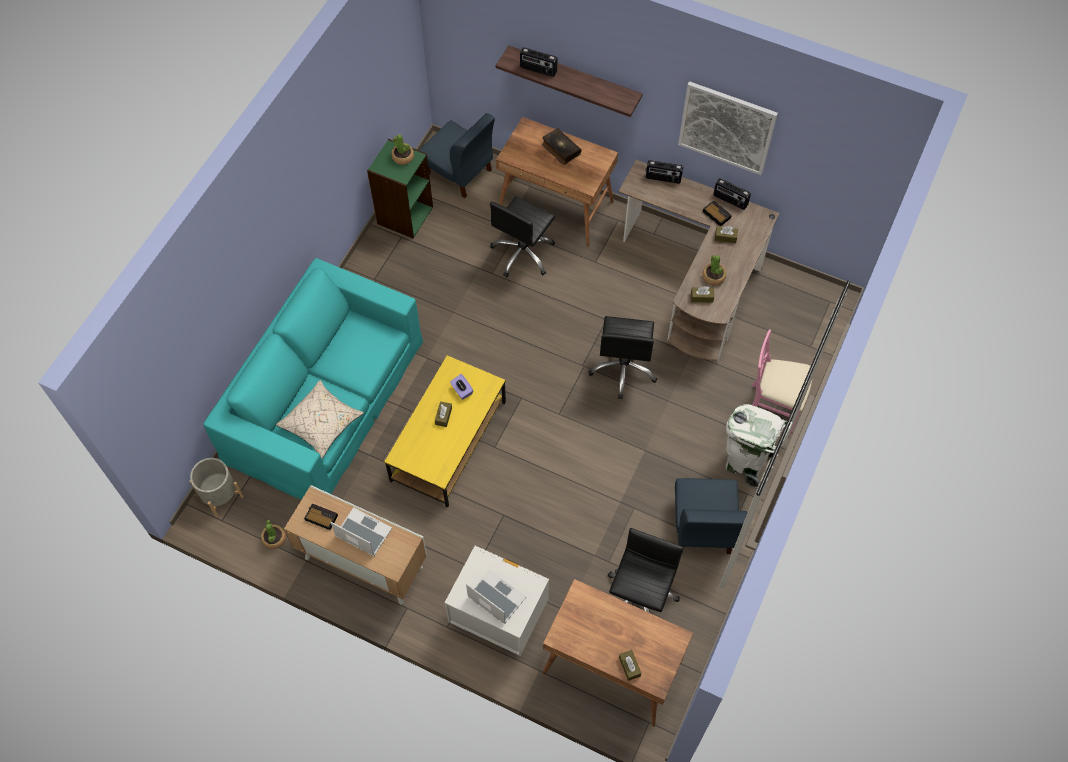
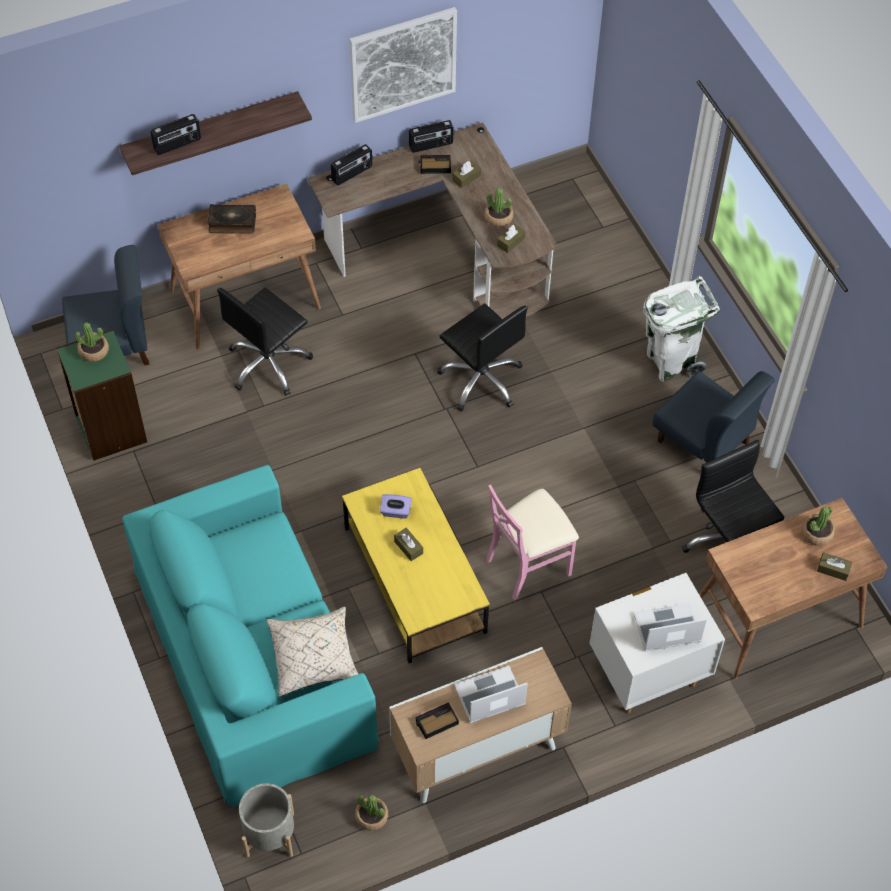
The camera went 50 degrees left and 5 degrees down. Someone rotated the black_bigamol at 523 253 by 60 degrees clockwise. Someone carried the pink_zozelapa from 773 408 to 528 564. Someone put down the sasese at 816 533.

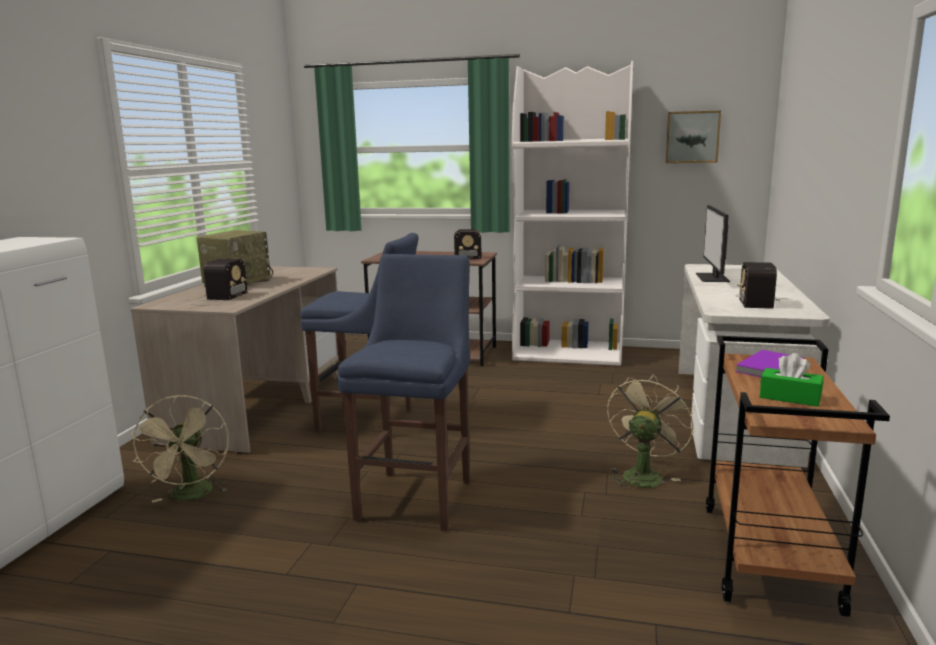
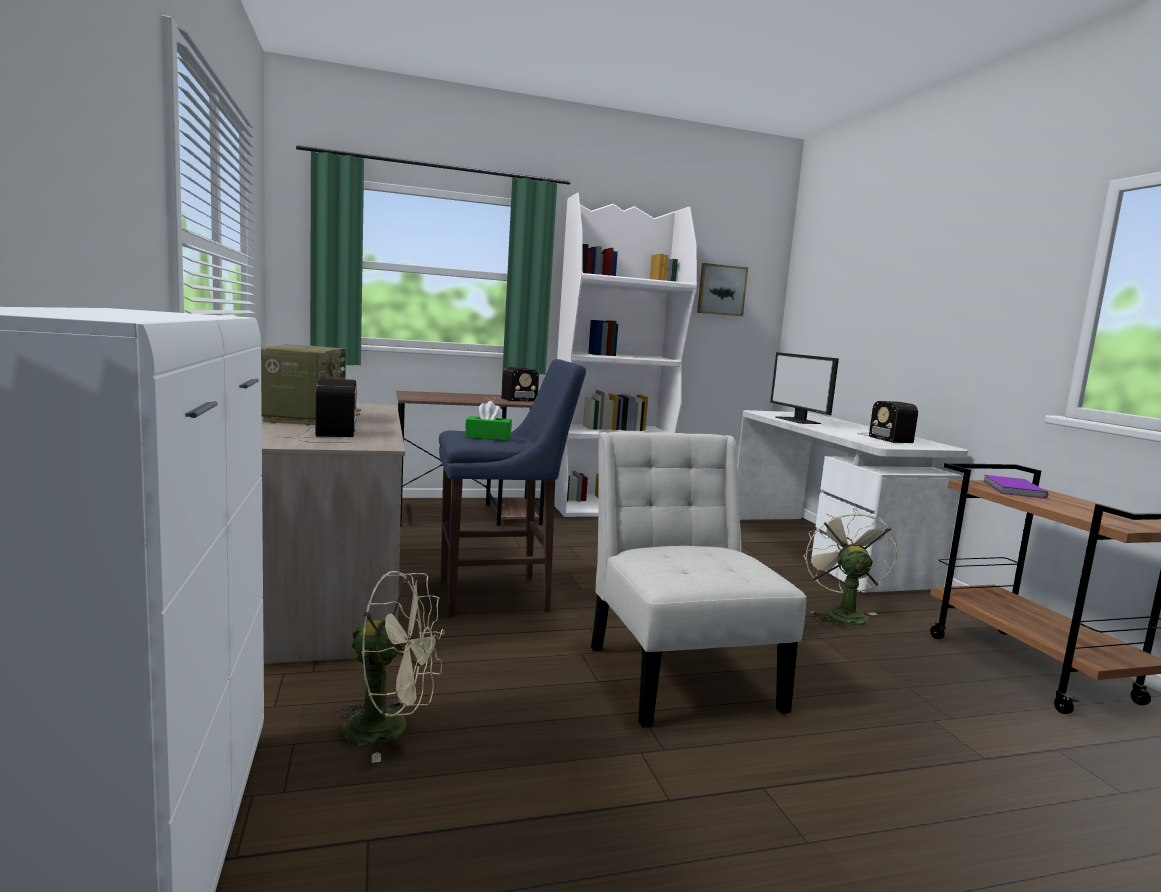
The camera went 30 degrees left and 5 degrees down. Someone rotated the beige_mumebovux at 192 496 by 45 degrees counterclockwise. Someone swapped the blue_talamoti at 418 496 for the white_zozelapa at 679 672. Someone carried the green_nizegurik from 790 397 to 488 437.

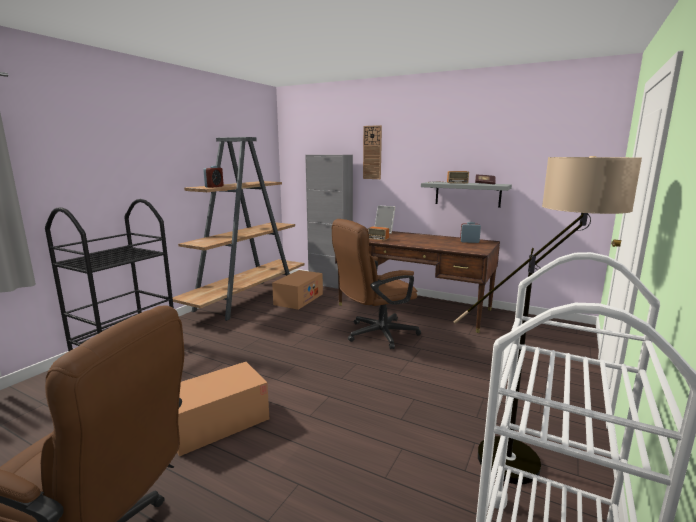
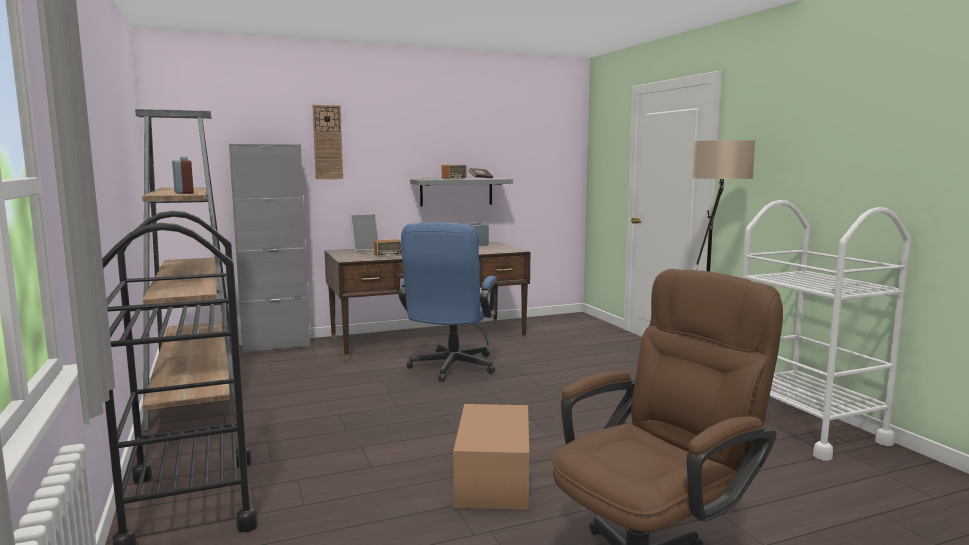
The camera went 50 degrees left and 5 degrees down. Someone took away the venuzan at 298 299. Someone repainted the brown_bigamol at 375 334, which became the blue_bigamol at 450 369.

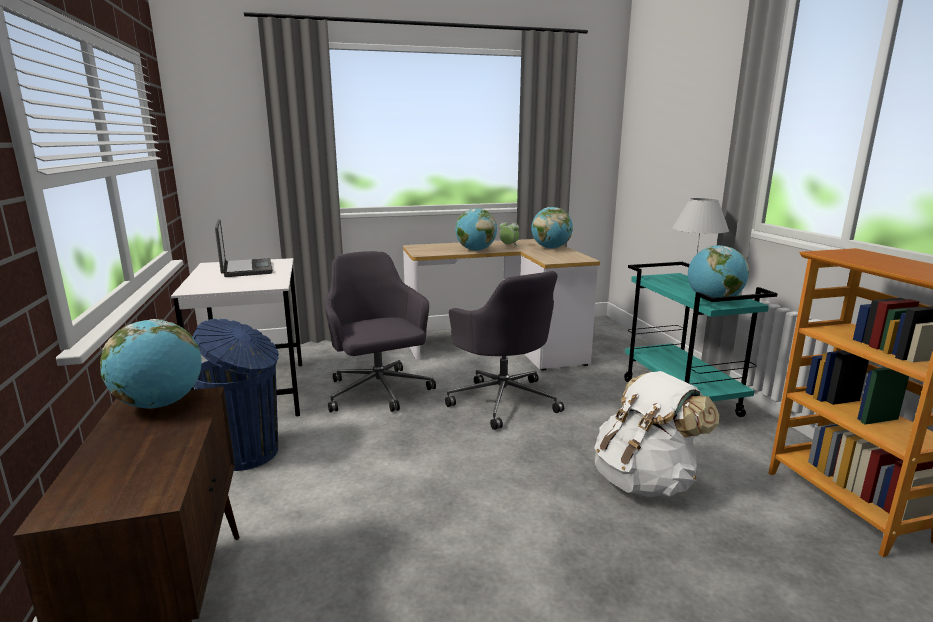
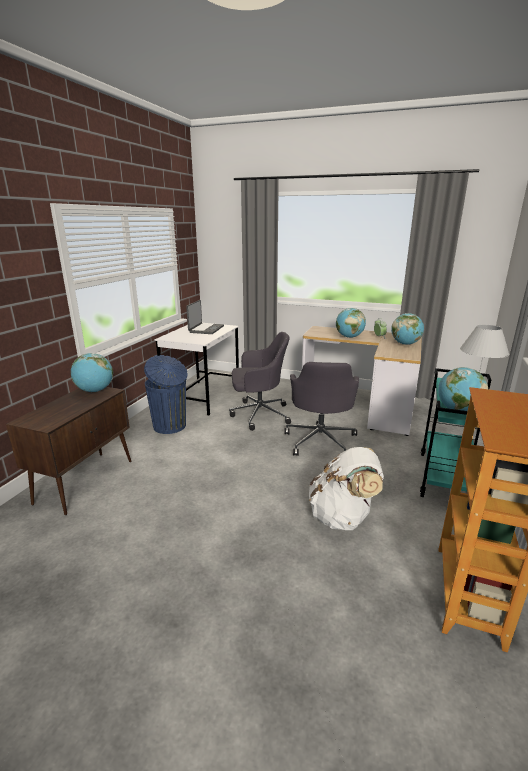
The camera went 35 degrees right and 5 degrees up. Someone rotated the grey_bigamol at 379 392 by 75 degrees clockwise.

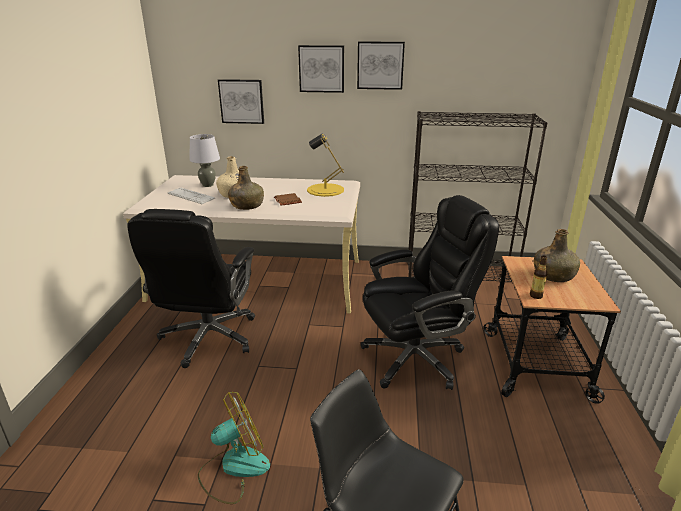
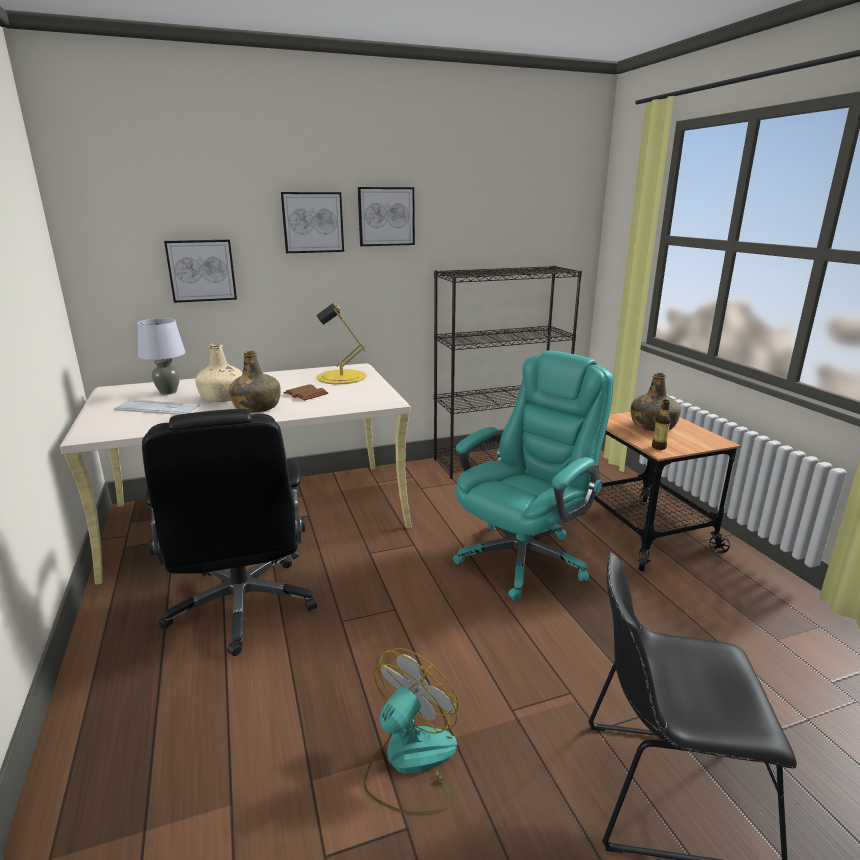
The camera went 25 degrees left and 5 degrees down. Someone repainted the black_bigamol at 416 358, which became the turquoise_bigamol at 524 558.

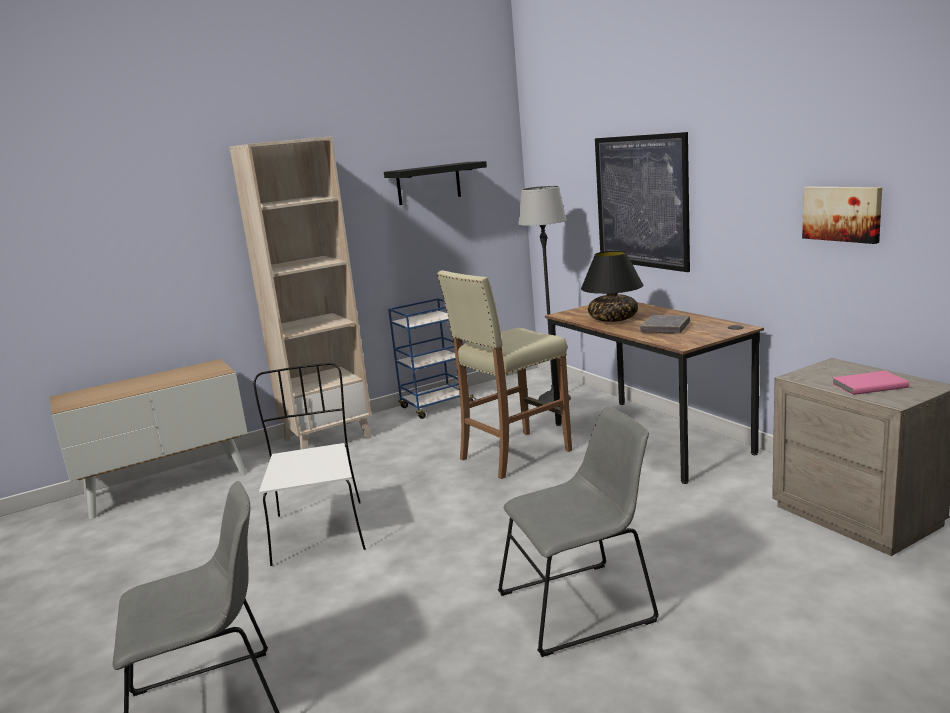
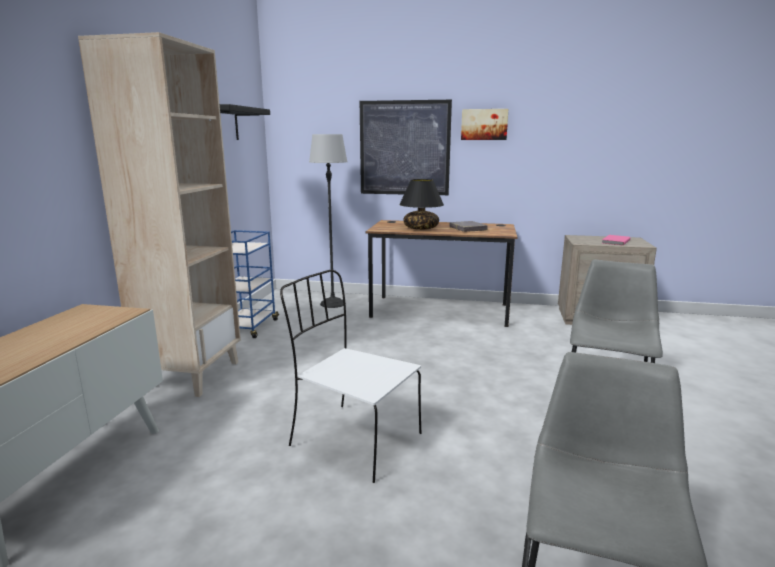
The camera went 50 degrees left and 0 degrees up. Someone took away the beige_talamoti at 514 455. Someone carried the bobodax from 842 213 to 484 124.

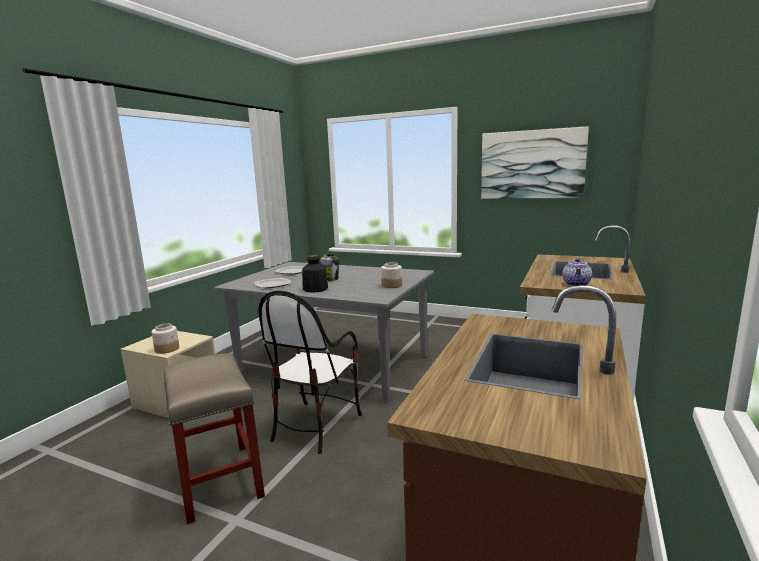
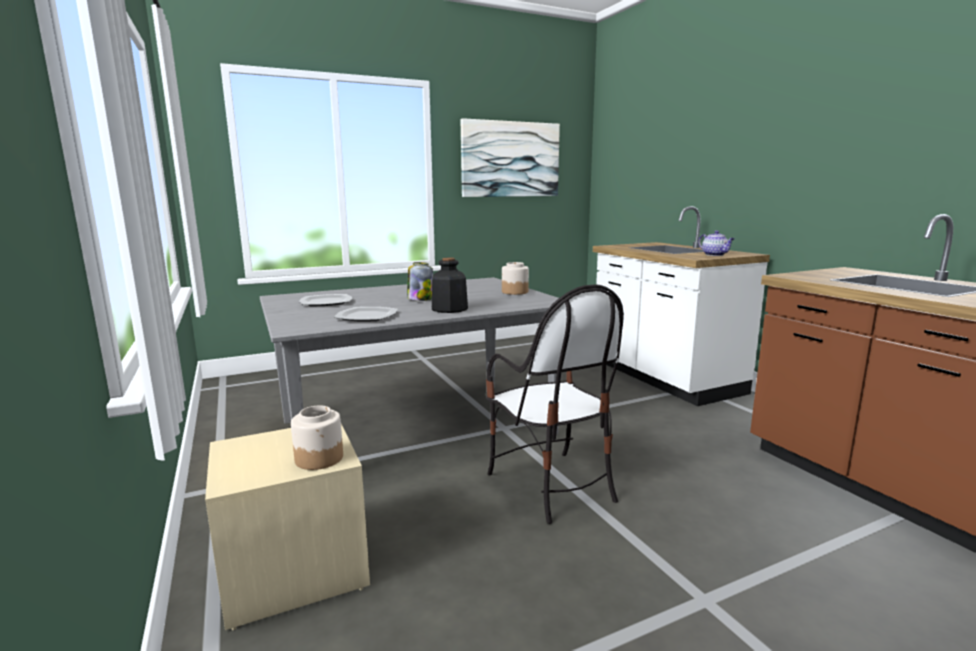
The camera went 50 degrees left and 0 degrees up. Someone took away the beige_talamoti at 219 480.

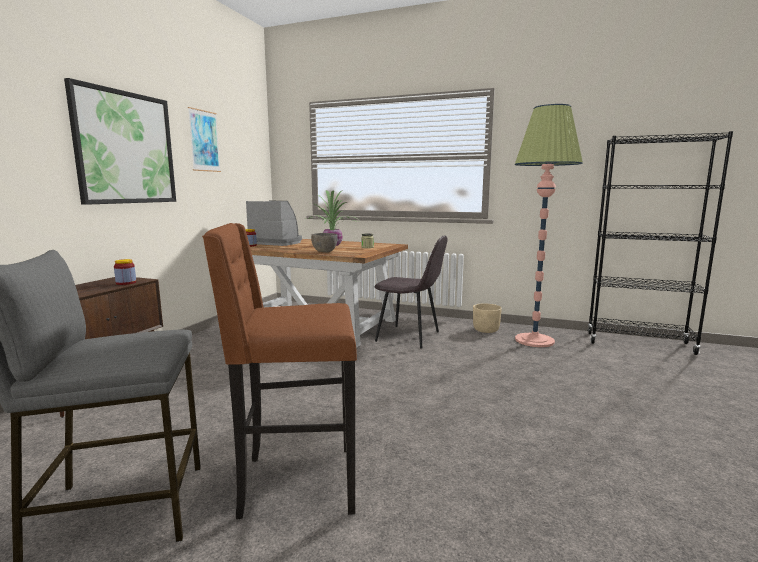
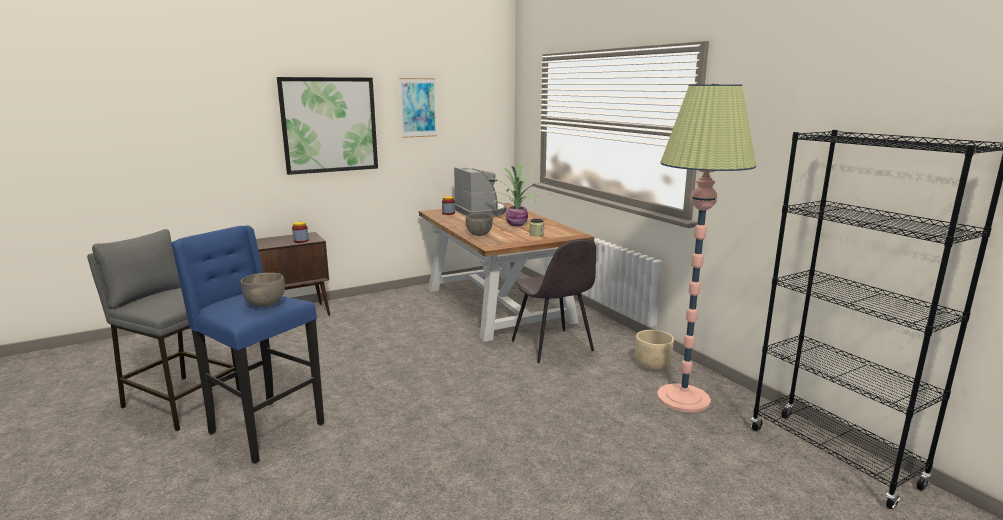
The camera went 40 degrees right and 5 degrees up. Someone repainted the brown_talamoti at 296 483, which became the blue_talamoti at 263 429. Someone put down the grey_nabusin at 265 305.

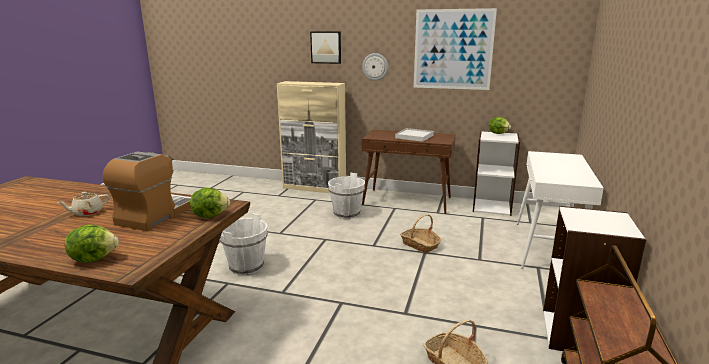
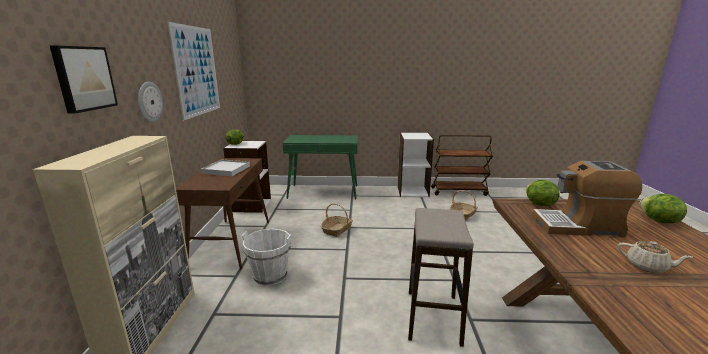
The camera went 105 degrees left and 0 degrees up. Someone swapped the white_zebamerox at 246 266 for the talamoti at 432 317. Someone repainted the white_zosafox at 548 247, which became the green_zosafox at 324 192.

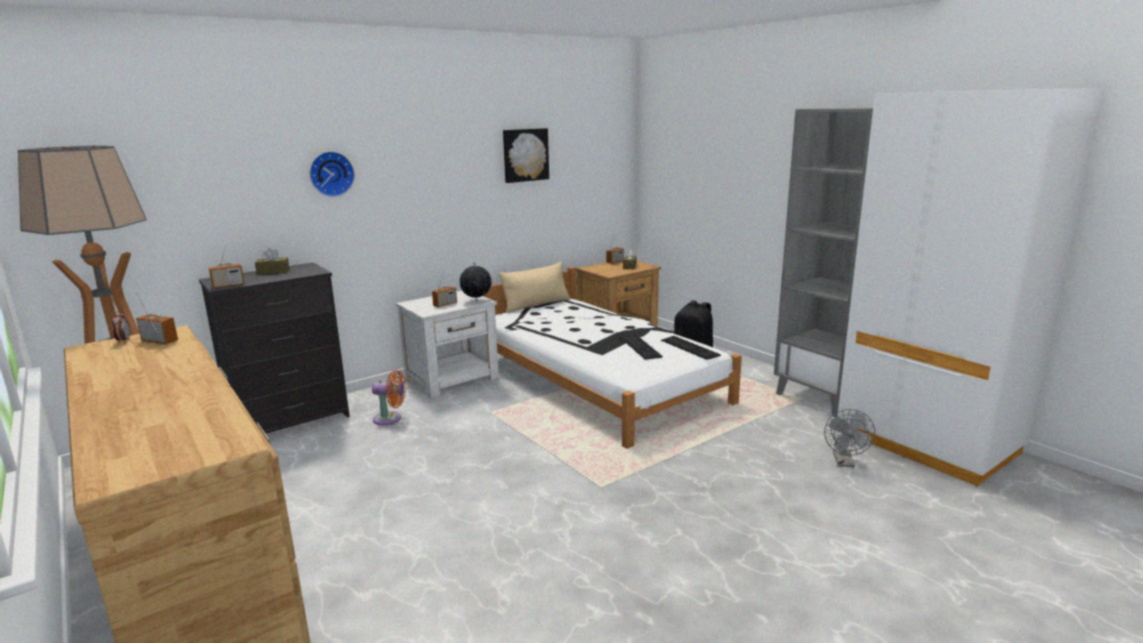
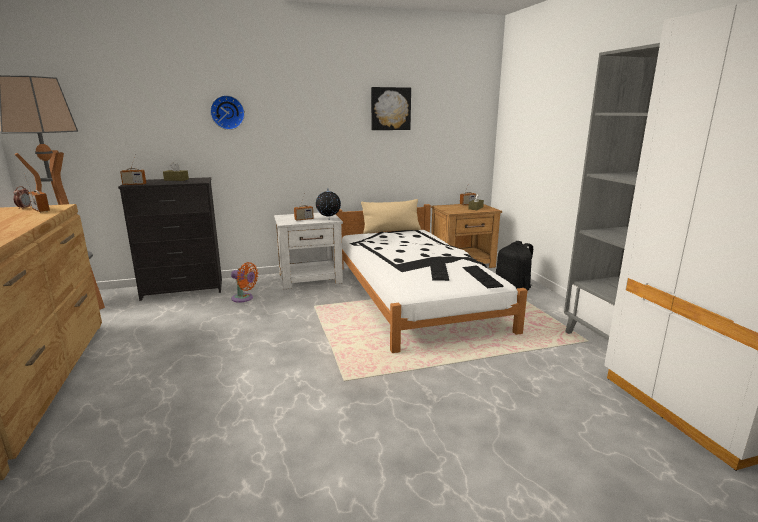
The camera went 20 degrees right and 0 degrees up. Someone took away the grey_mumebovux at 844 463.

